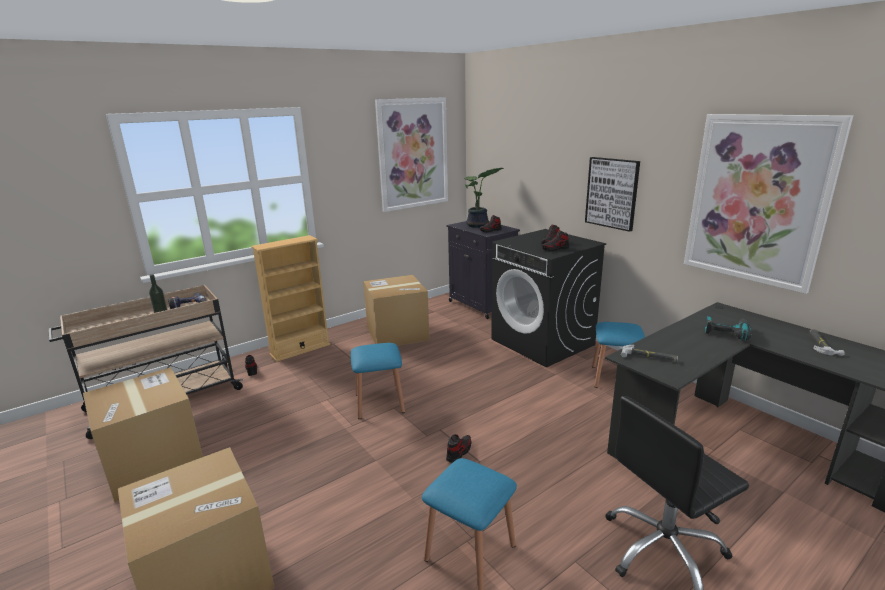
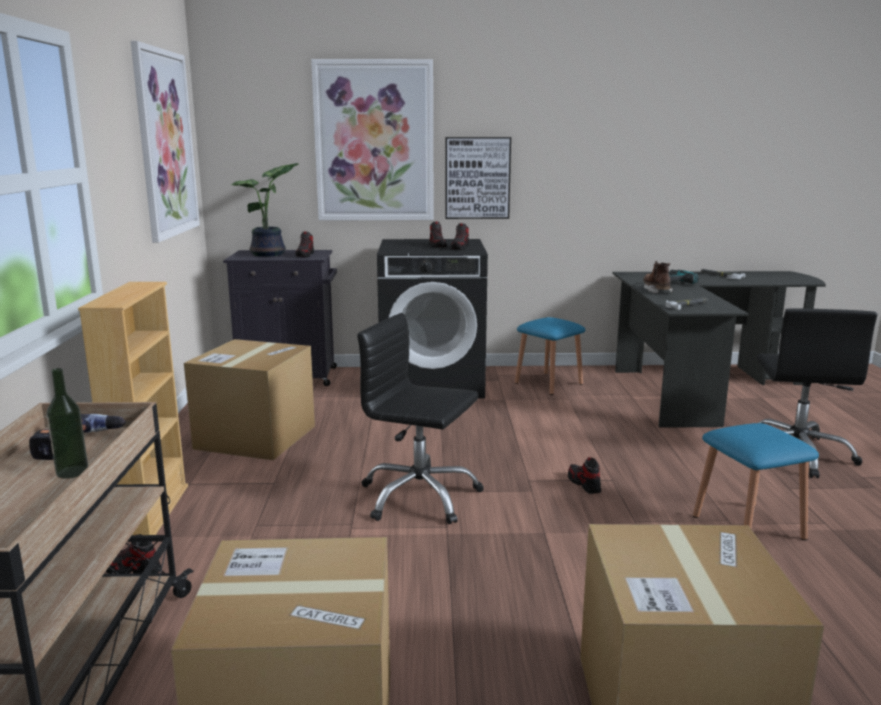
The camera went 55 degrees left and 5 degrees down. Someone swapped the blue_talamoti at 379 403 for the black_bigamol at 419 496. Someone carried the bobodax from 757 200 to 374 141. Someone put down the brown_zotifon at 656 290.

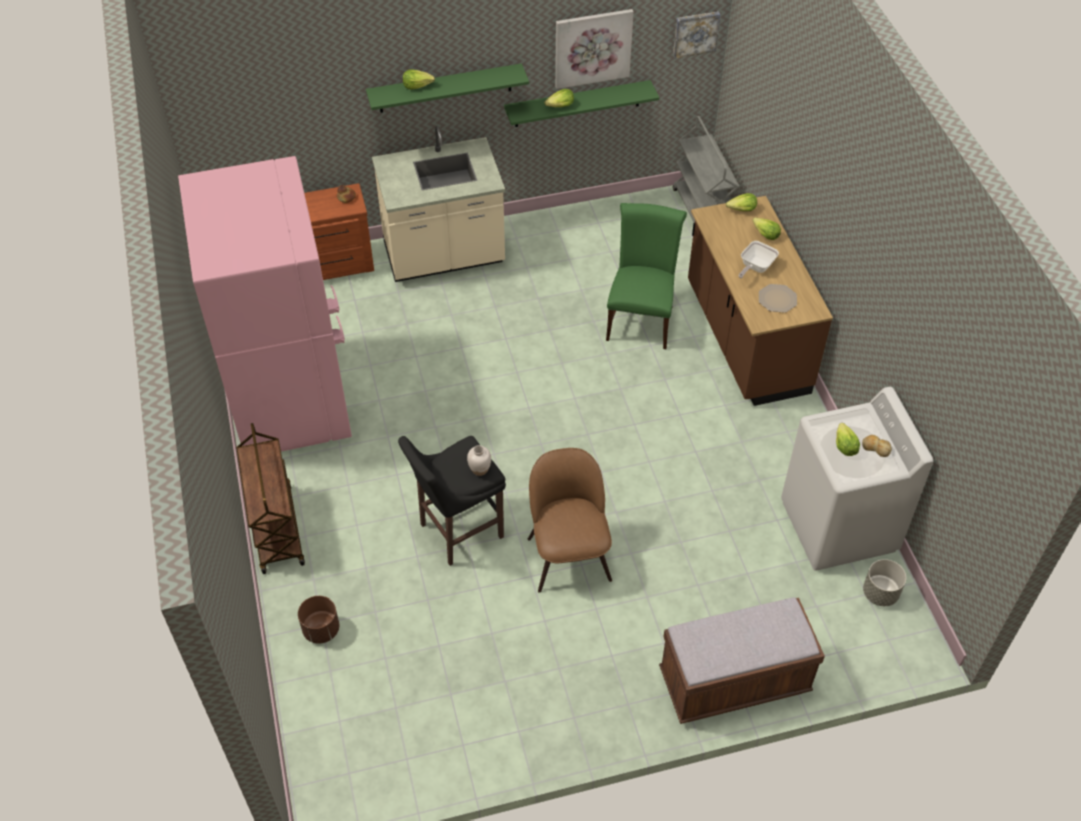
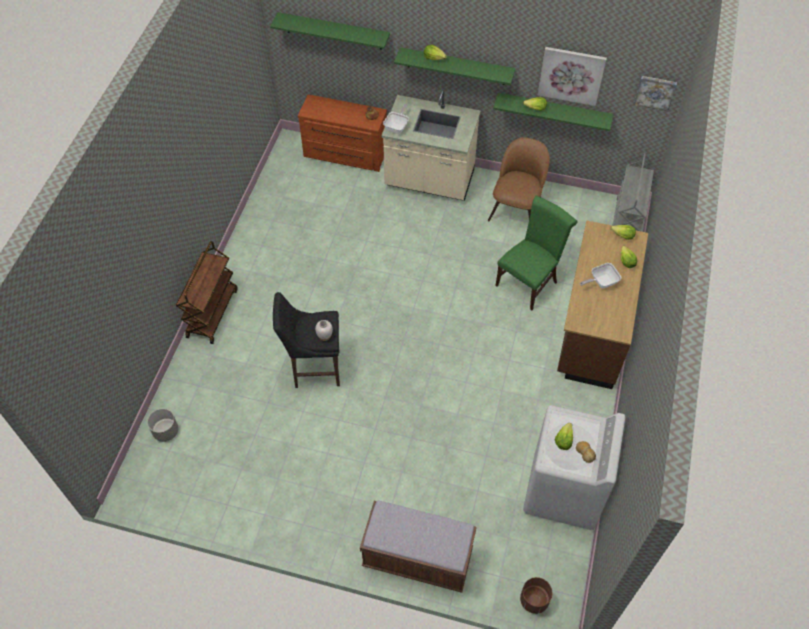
The camera went 30 degrees right and 5 degrees up. Someone took away the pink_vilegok at 290 399. Someone carried the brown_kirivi from 321 630 to 533 600. Someone carried the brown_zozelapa from 568 555 to 516 210. Someone took away the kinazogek at 777 299. Someone carried the grey_kirivi from 880 593 to 166 431. Someone put up the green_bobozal at 334 31. Someone put down the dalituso at 397 127.

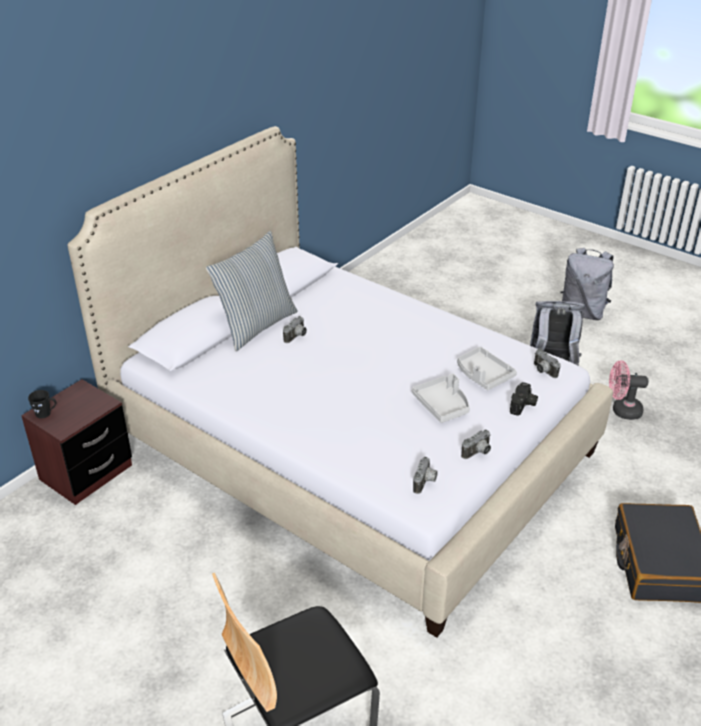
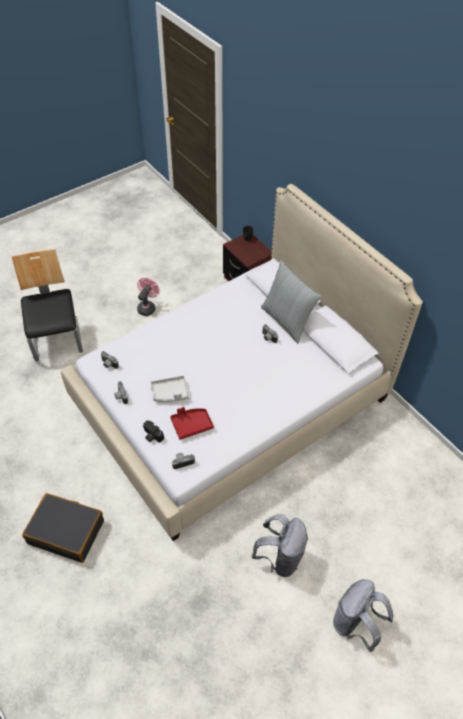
The camera went 105 degrees right and 15 degrees up. Someone repainted the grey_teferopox at 483 375, which became the red_teferopox at 191 425. Someone carried the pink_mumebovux from 621 410 to 147 307.

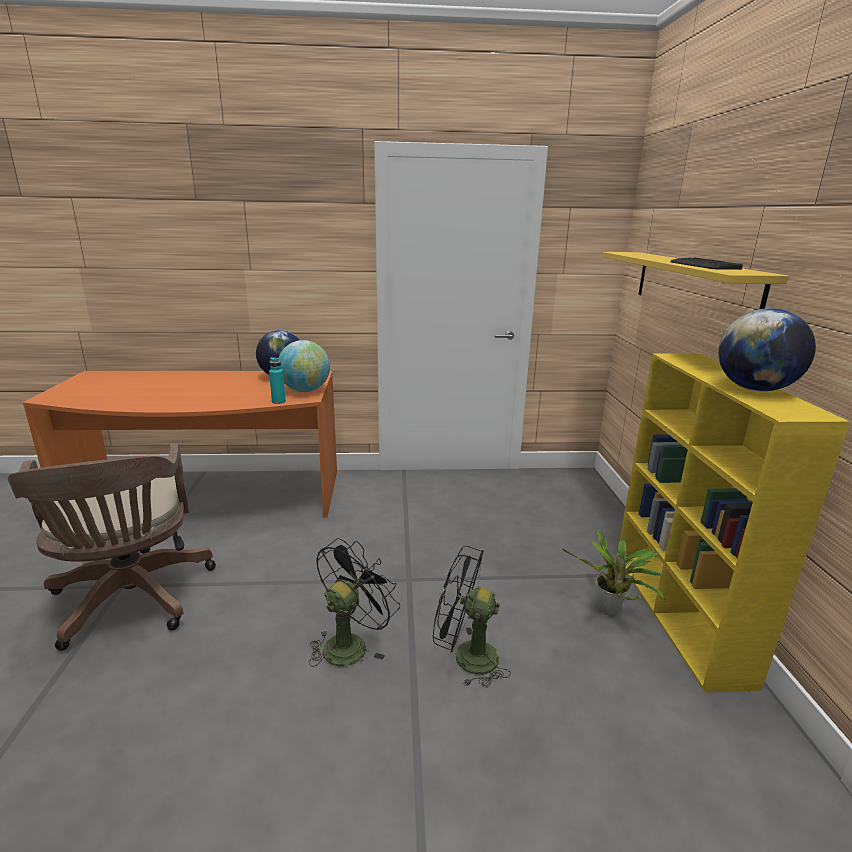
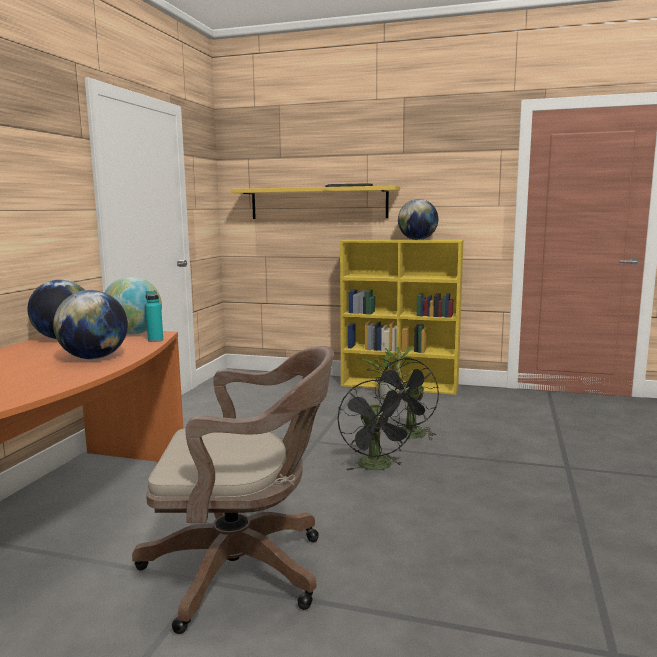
The camera went 70 degrees left and 10 degrees down. Someone rotated the black_mumebovux at 350 643 by 150 degrees counterclockwise. Someone put down the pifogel at 94 358.

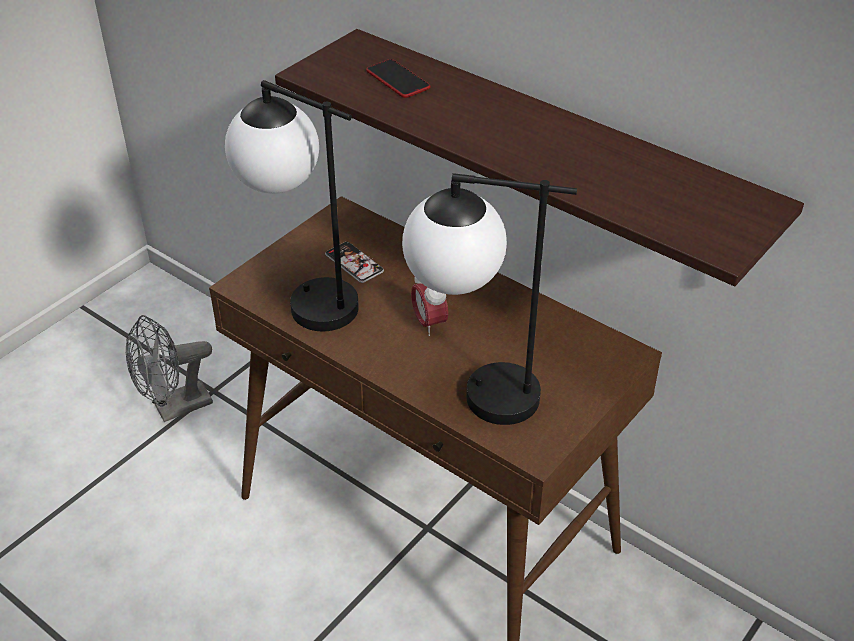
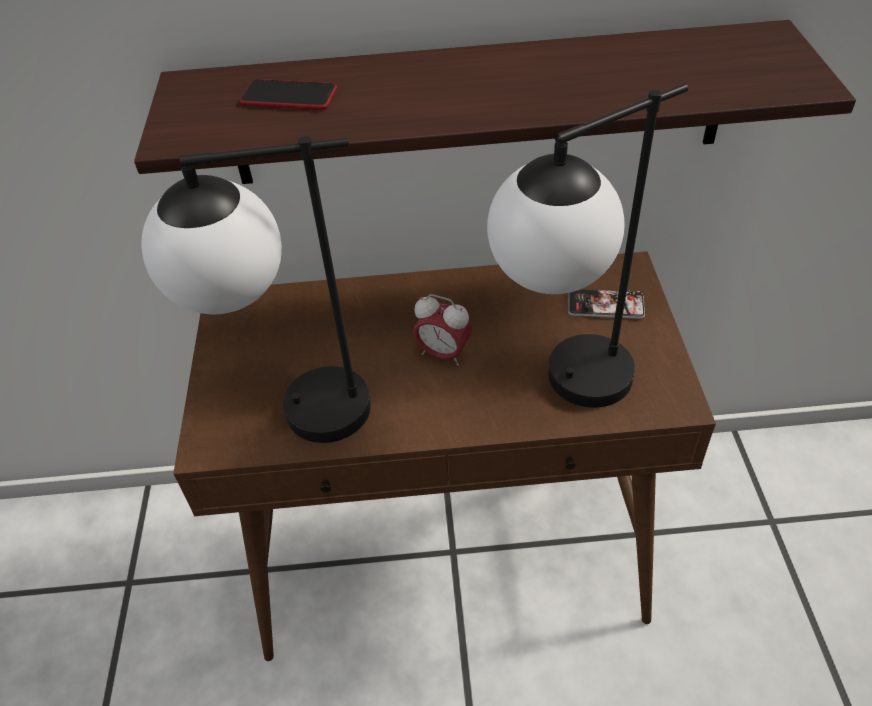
The camera went 40 degrees left and 5 degrees up. Someone took away the grey_mumebovux at 174 408. Someone carried the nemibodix from 354 263 to 605 305.

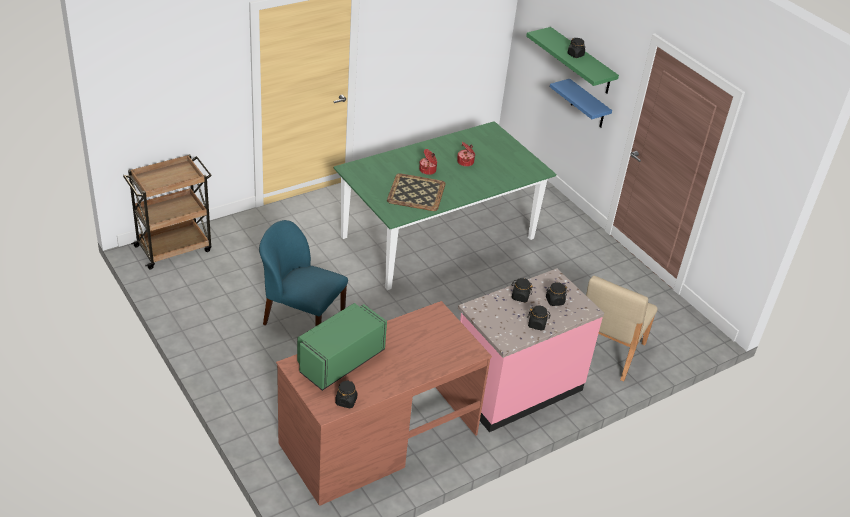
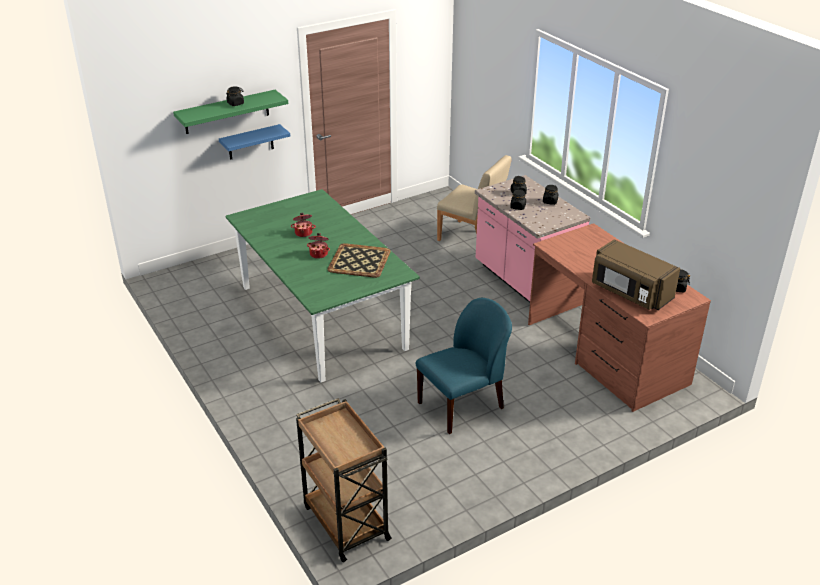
The camera went 85 degrees left and 5 degrees down. Someone rotated the blue_zozelapa at 302 320 by 150 degrees counterclockwise. Someone repainted the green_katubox at 339 360, which became the brown_katubox at 630 292.

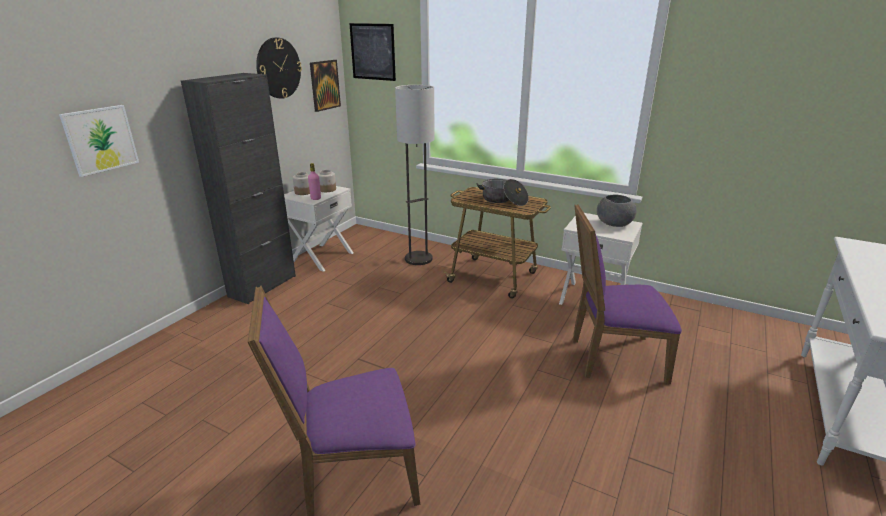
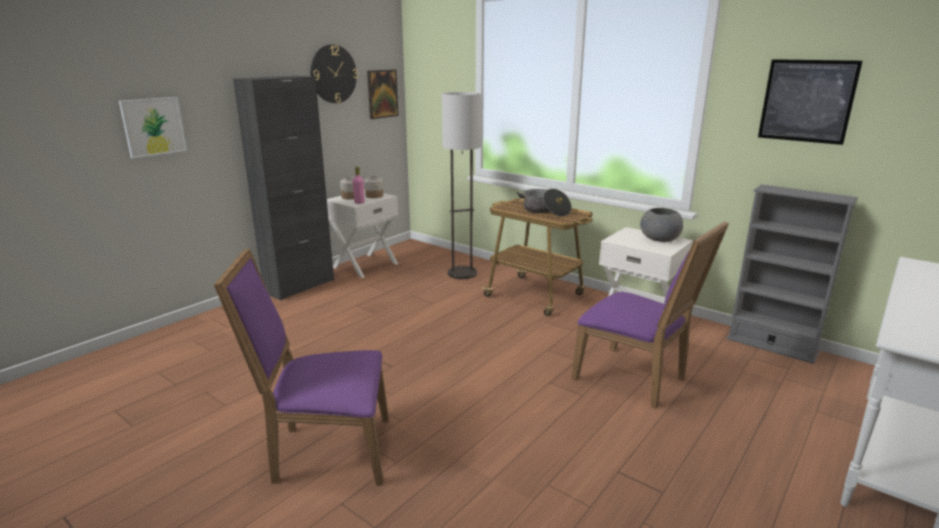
The camera went 10 degrees right and 5 degrees down. Someone carried the bobodax from 373 52 to 807 101. Someone rotated the purple_zozelapa at 611 358 by 150 degrees counterclockwise. Someone put down the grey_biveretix at 771 345.

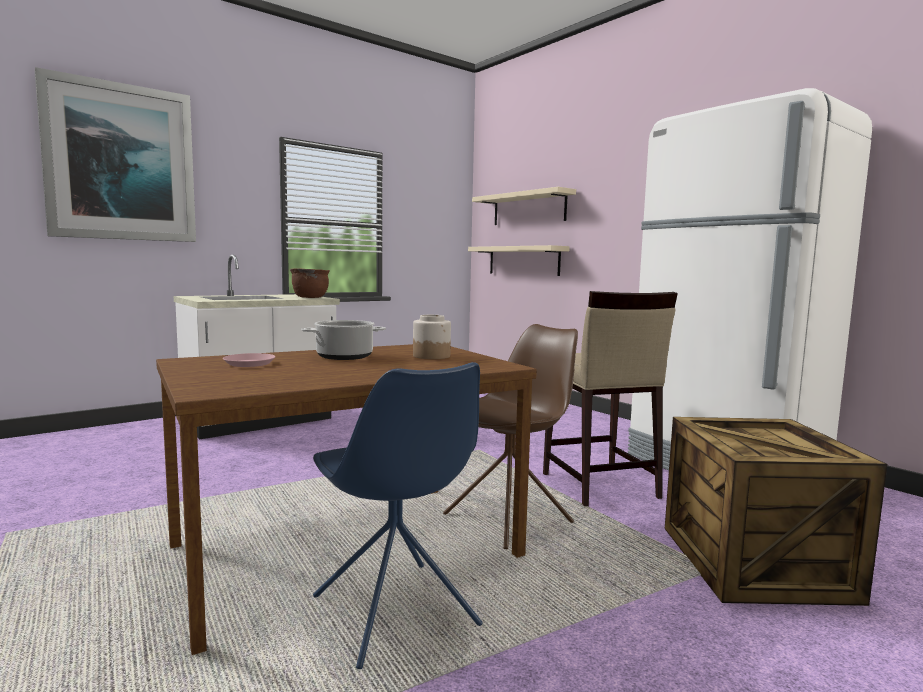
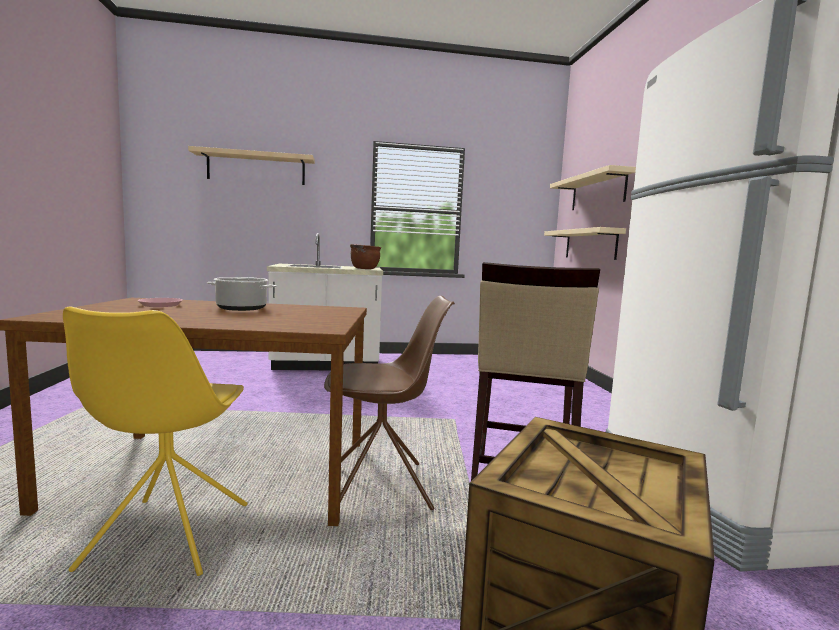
The camera went 30 degrees right and 0 degrees up. Someone swapped the bobodax at 120 163 for the beige_bobozal at 256 168. Someone repainted the blue_zozelapa at 395 613, which became the yellow_zozelapa at 166 537. Someone took away the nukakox at 431 356.

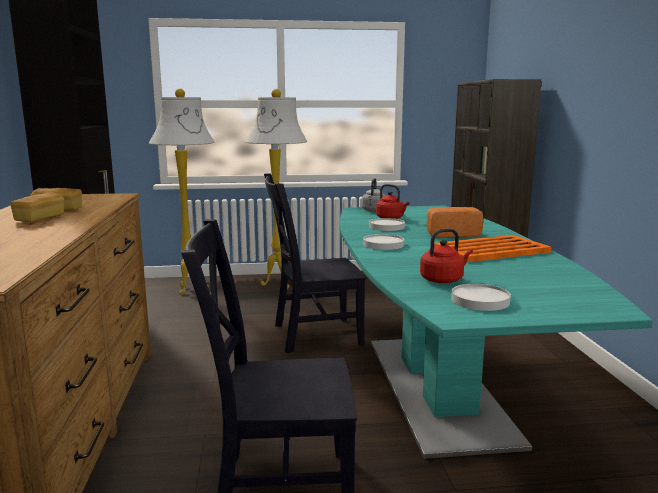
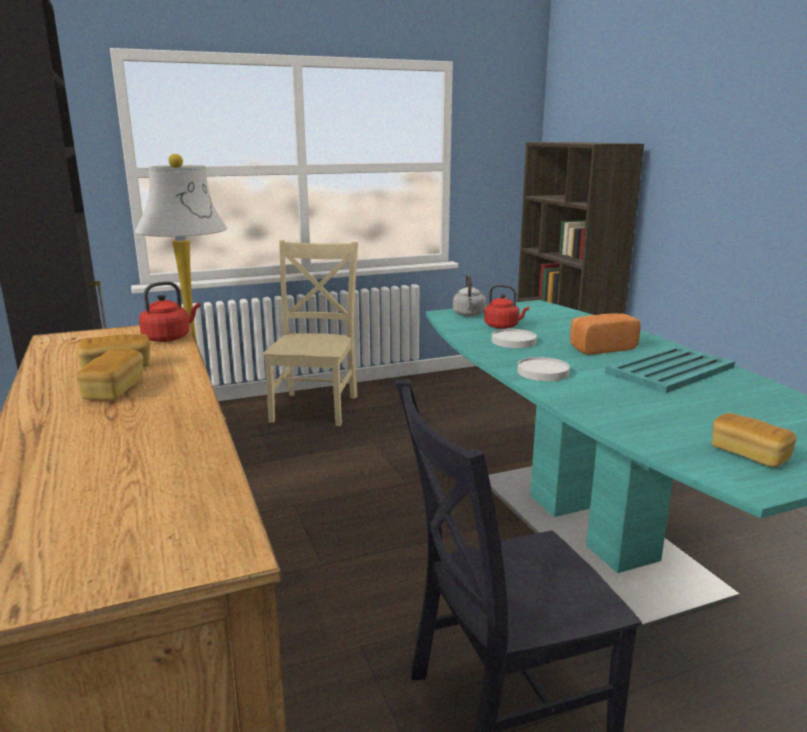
The camera went 15 degrees left and 5 degrees up. Someone swapped the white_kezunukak at 279 285 for the beige_zozelapa at 316 407. Someone took away the black_zozelapa at 313 335. Someone carried the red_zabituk from 443 280 to 169 338. Someone repainted the orange_teferopox at 492 250, which became the turquoise_teferopox at 671 370. Someone swapped the white_kinazogek at 480 300 for the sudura at 749 454.

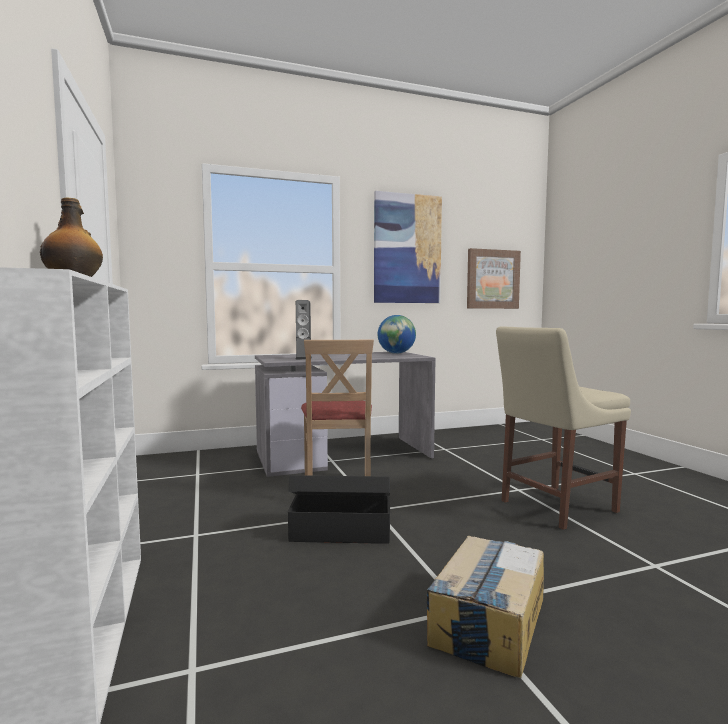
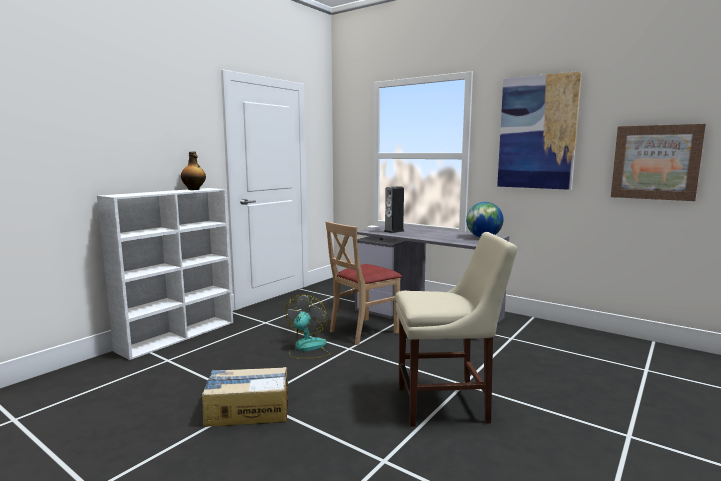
The camera went 55 degrees right and 5 degrees up. Someone swapped the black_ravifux at 339 531 for the mumebovux at 307 348. Someone rotated the beige_zozelapa at 554 507 by 150 degrees clockwise.

